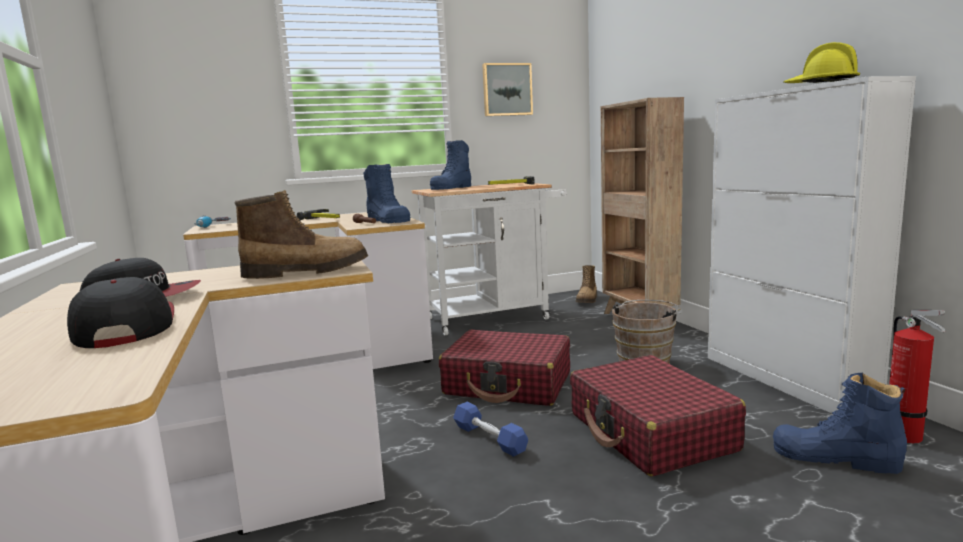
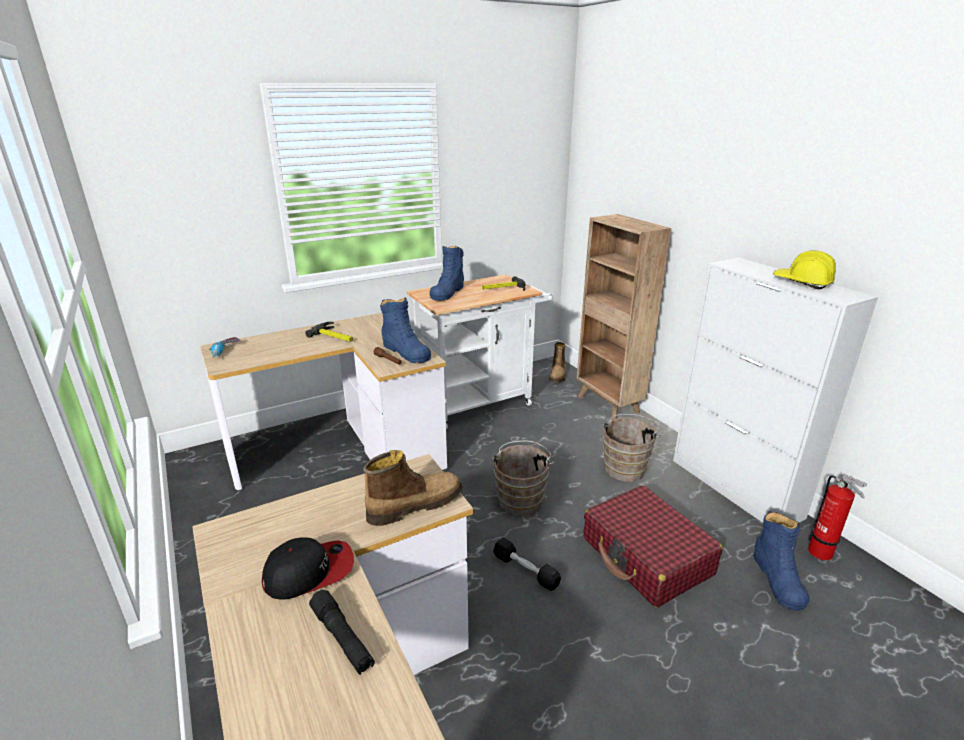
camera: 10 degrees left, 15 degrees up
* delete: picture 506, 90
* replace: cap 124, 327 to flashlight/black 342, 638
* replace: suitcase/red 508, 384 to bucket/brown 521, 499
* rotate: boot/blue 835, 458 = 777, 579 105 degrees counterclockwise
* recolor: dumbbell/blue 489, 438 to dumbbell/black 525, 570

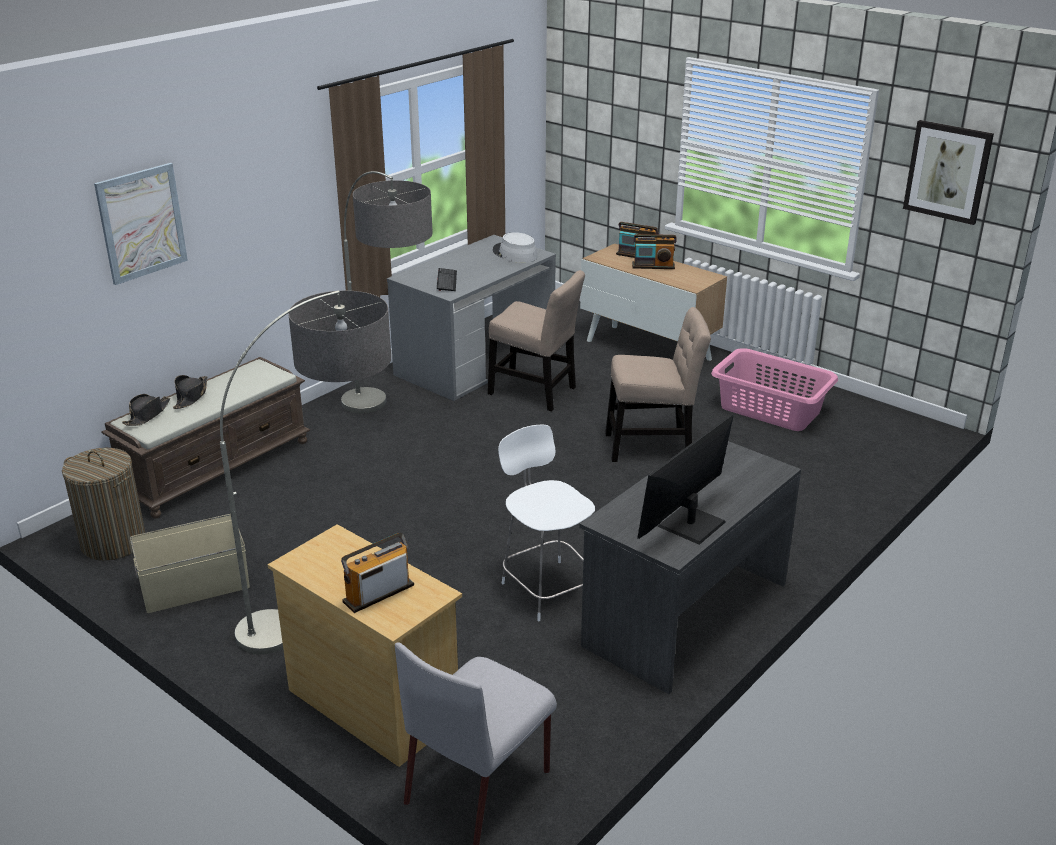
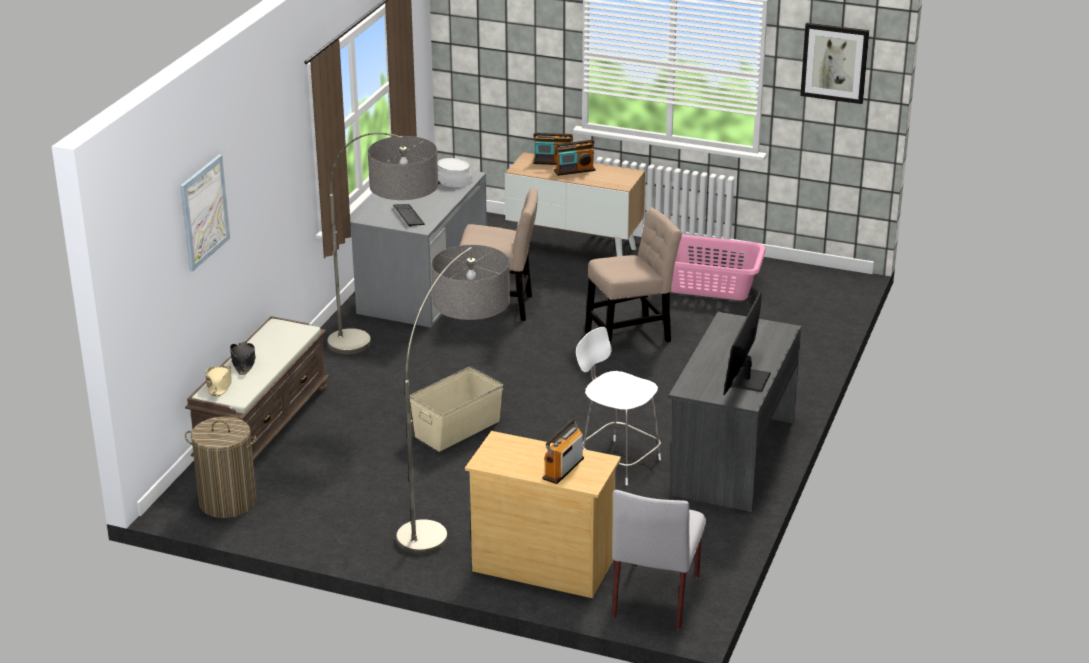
camera: 20 degrees left, 0 degrees up
* recolor: hat/black 147, 415 to hat/beige 220, 384
* move: storage box/beige 194, 586 to 456, 428

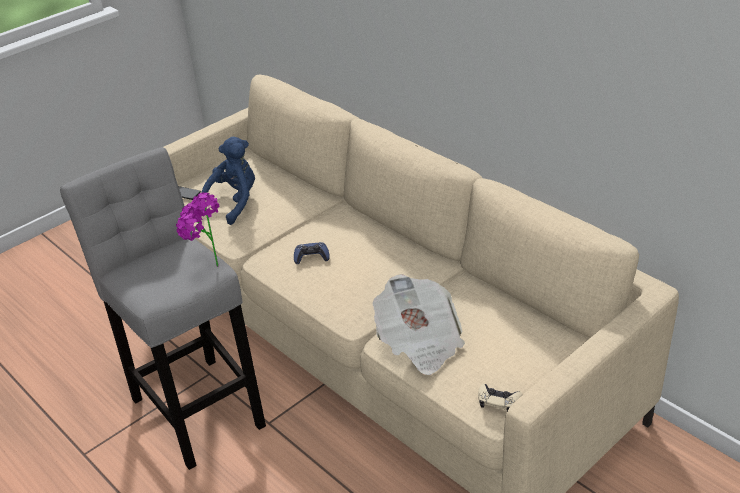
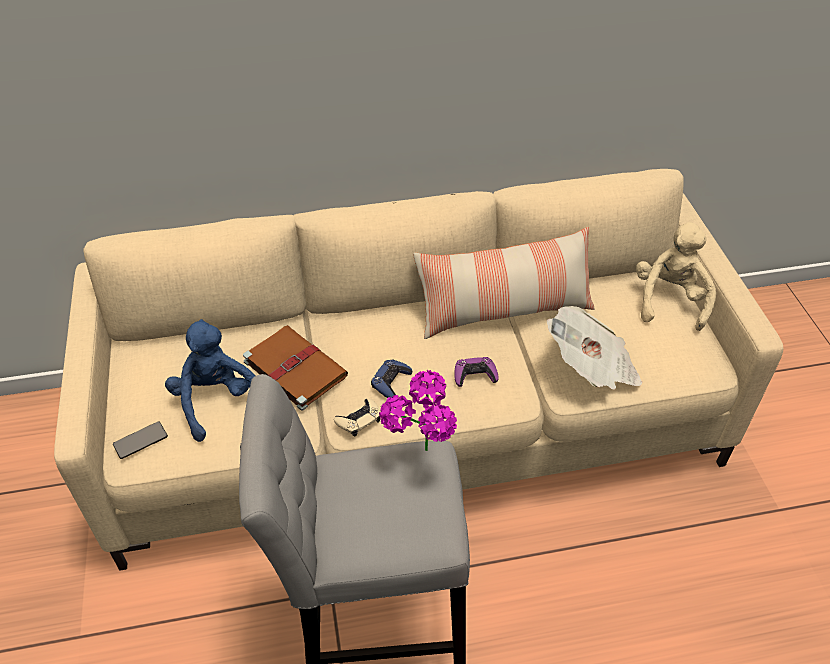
camera: 60 degrees left, 10 degrees up
* move: game controller/beige 498, 401 to 359, 420
* insert: plush toy/beige 669, 300
* insert: pillow 504, 310
* insert: book/brown 293, 368
* insert: game controller/purple 475, 375

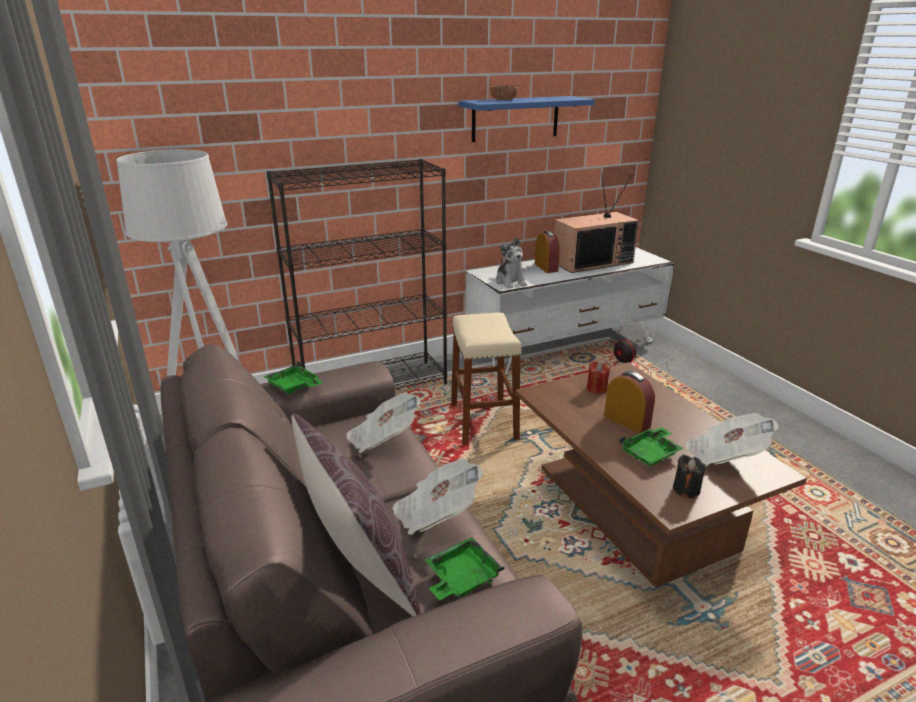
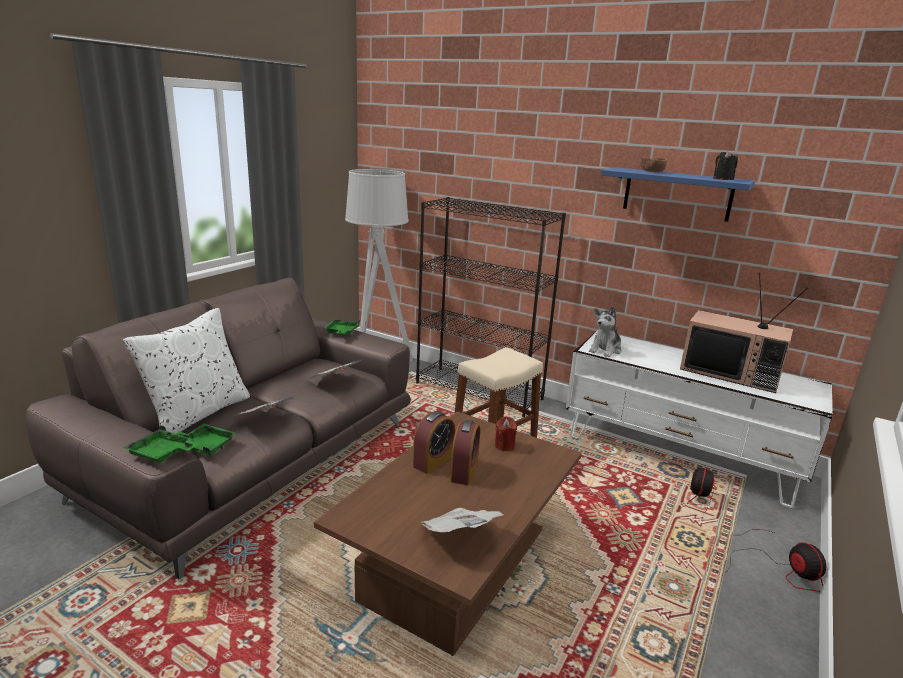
camera: 55 degrees right, 5 degrees down
* move: alarm clock 546, 267 to 433, 461
* recolor: pillow/brown 359, 570 to pillow/white 197, 413
* move: tray/green 650, 453 to 162, 453
* move: candle/black 686, 489 to 722, 179
* insert: fan 779, 573

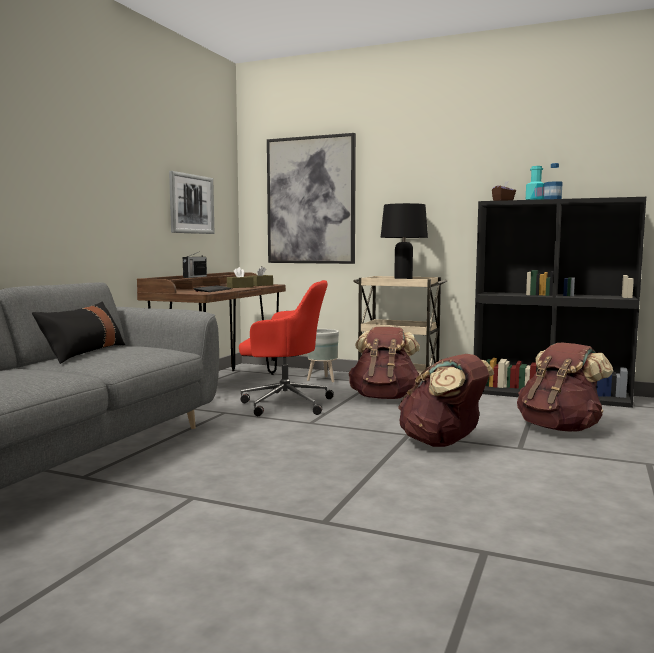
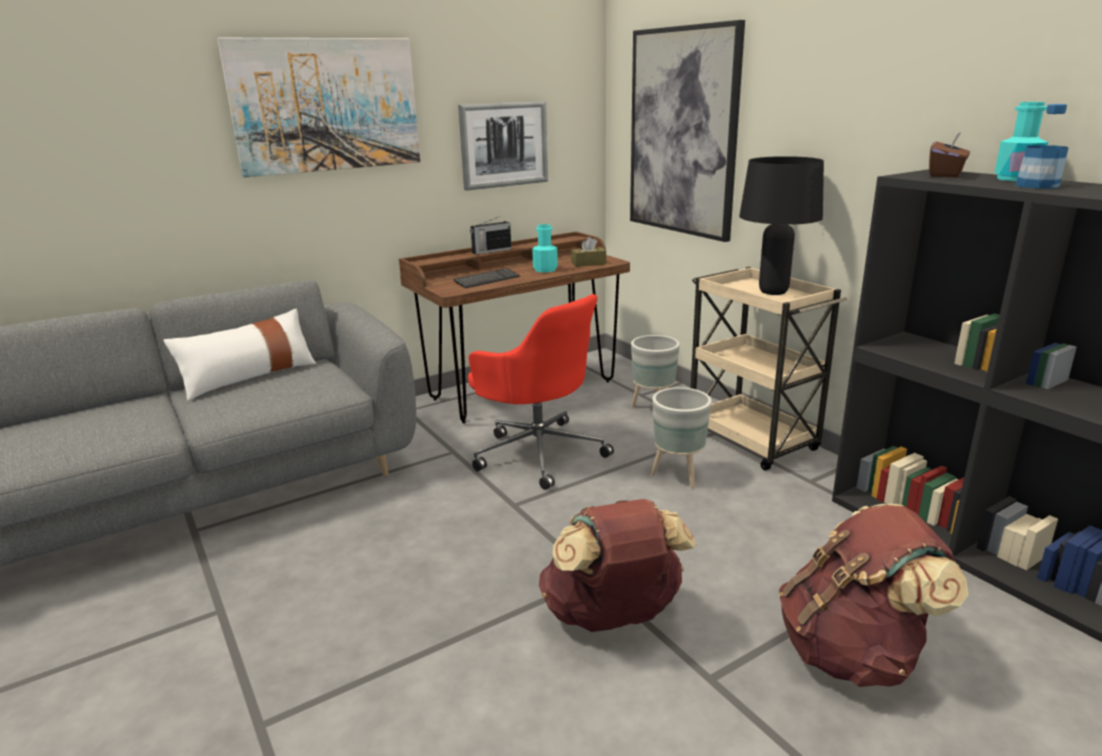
camera: 35 degrees right, 15 degrees up
* replace: tissue box/brown 240, 287 to bottle/turquoise 545, 269
* recolor: pillow/black 84, 353 to pillow/white 250, 377
* replace: backpack/brown 384, 398 to planter/grey 679, 476
* insert: picture 326, 105

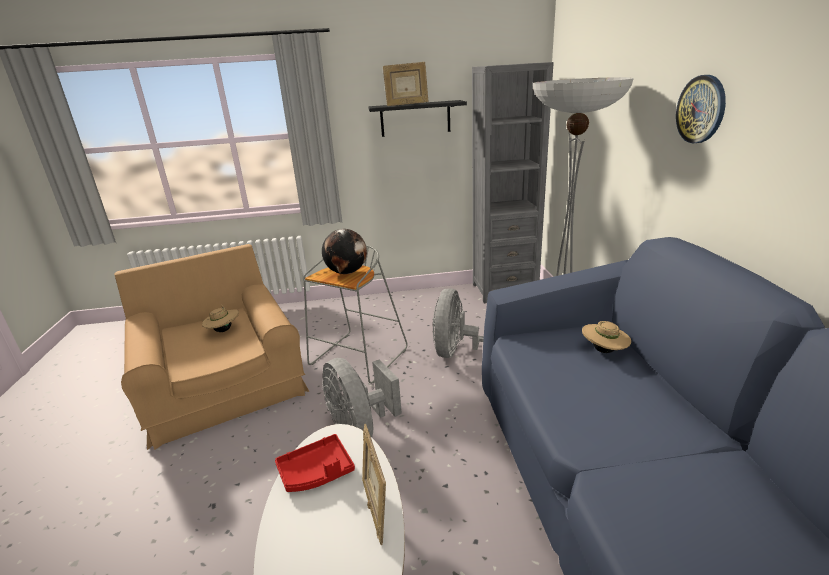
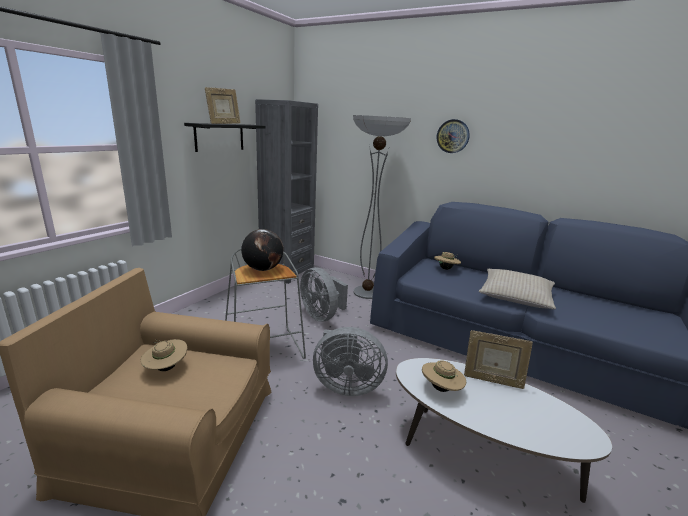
camera: 55 degrees left, 5 degrees down
* replace: tray/red 316, 472 to hat/beige 441, 389
* insert: pillow/beige 515, 296

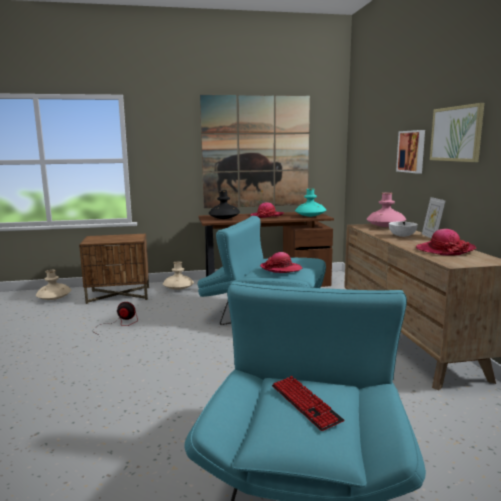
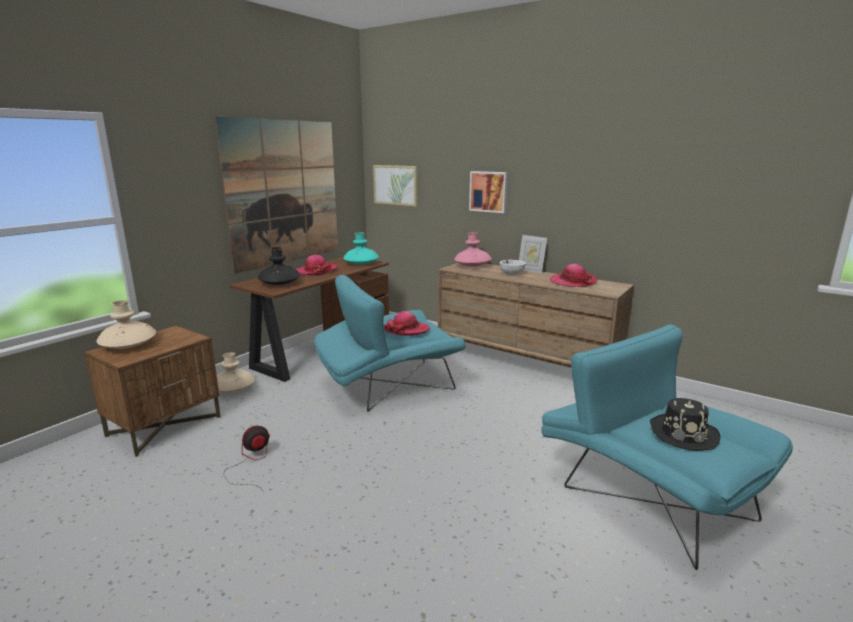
camera: 45 degrees left, 5 degrees up
* move: picture 456, 134 to 396, 185
* move: vase/beige 54, 298 to 128, 345
* replace: keyboard 305, 403 to hat/black 683, 433

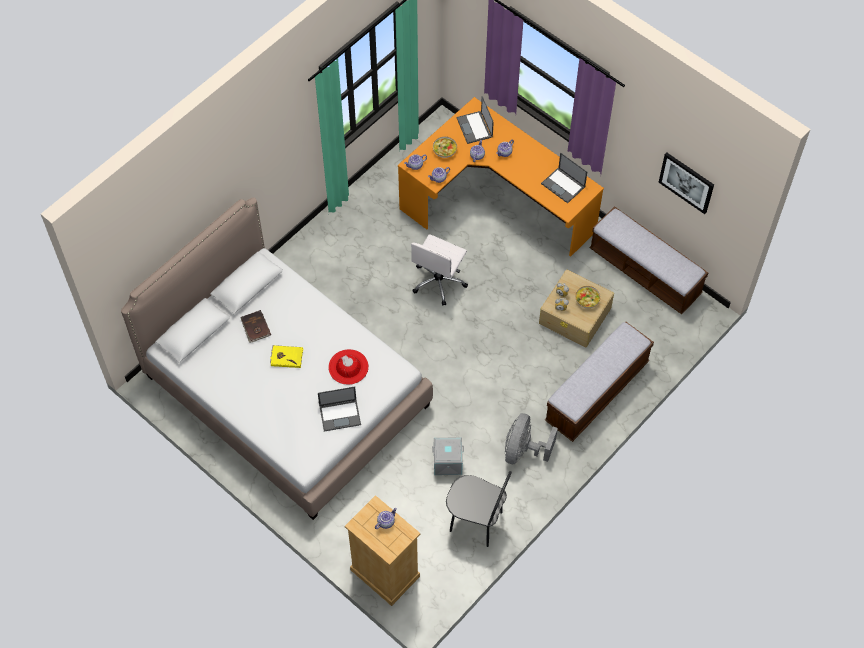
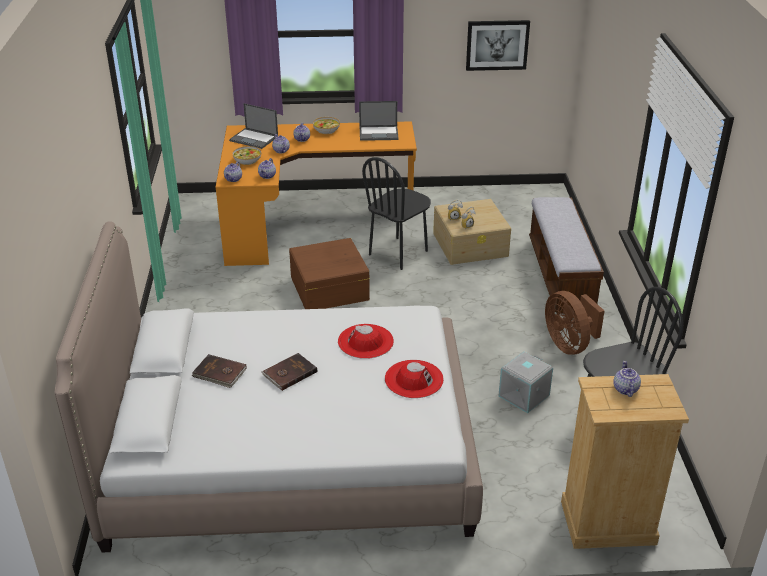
camera: 45 degrees left, 25 degrees down
* delete: bench 645, 272
* replace: office chair/white 439, 282 to storage box/brown 328, 288
* move: bowl 587, 300 to 326, 130
* recolor: book/yellow 286, 357 to book/brown 289, 373
* replace: laptop 340, 415 to hat/red 414, 379
* recolor: fan/grey 523, 450 to fan/brown 569, 344
* insert: chair/black 398, 253

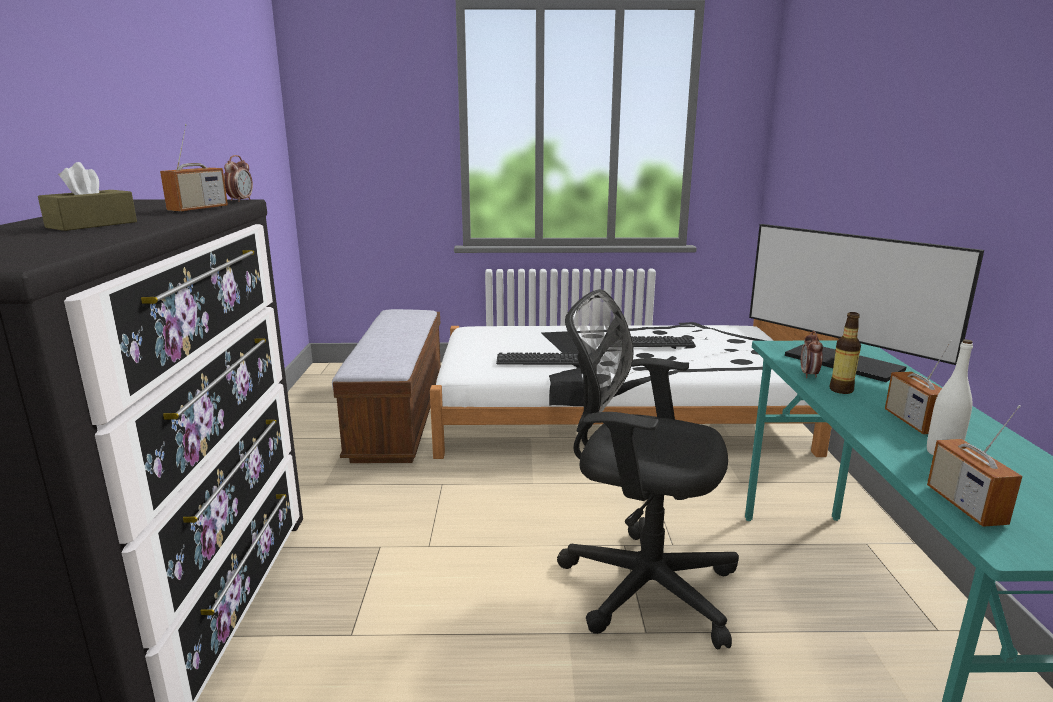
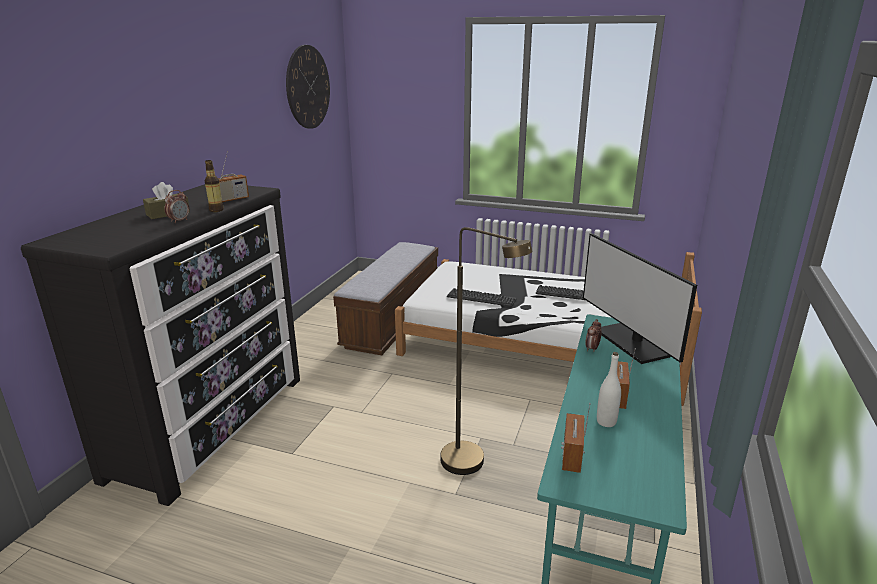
camera: 20 degrees right, 5 degrees up
* move: alarm clock 241, 201 to 179, 221
* replace: office chair/black 640, 584 to floor lamp/brown 473, 465
* move: bottle 841, 390 to 216, 210
* insert: wall clock 308, 87

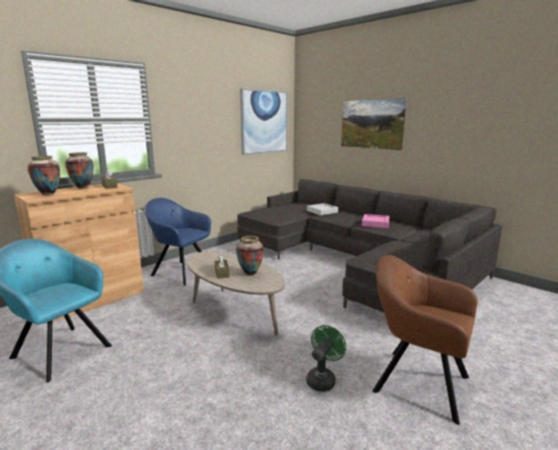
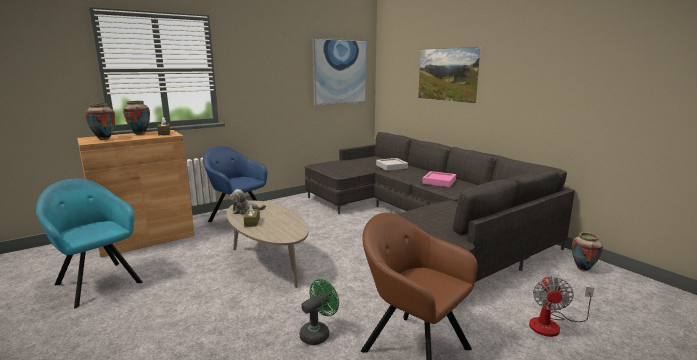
camera: 10 degrees right, 0 degrees up
* move: vase 250, 274 to 582, 269
* insert: plush toy 245, 211
* insert: fan 552, 325

